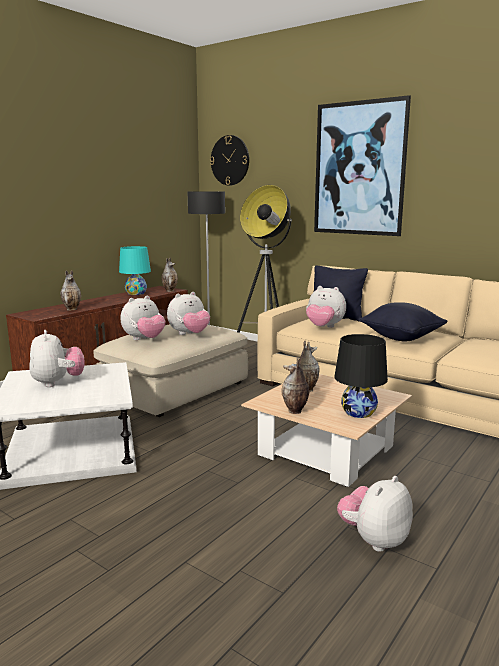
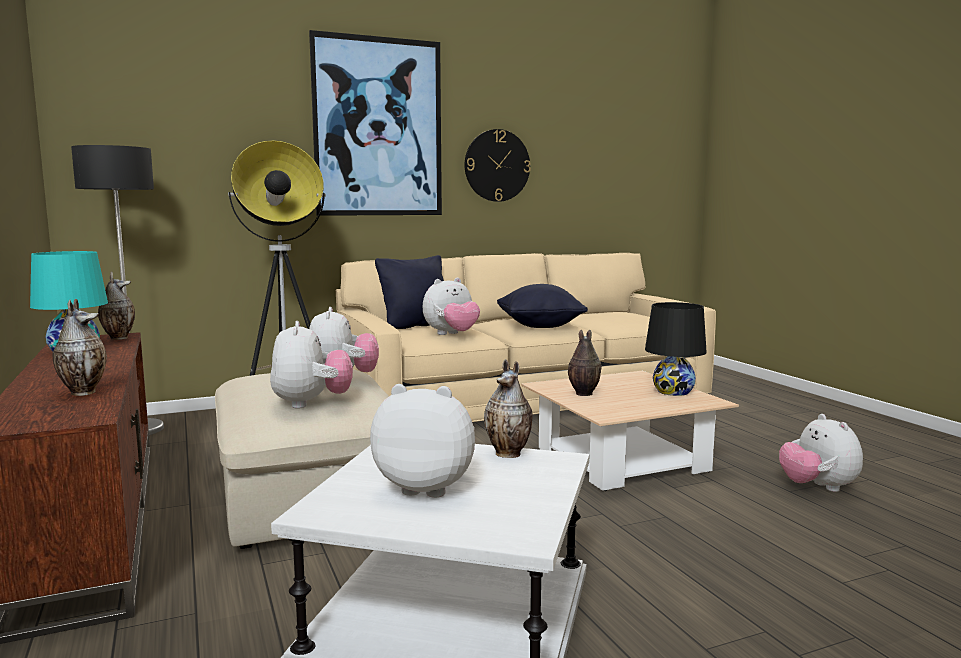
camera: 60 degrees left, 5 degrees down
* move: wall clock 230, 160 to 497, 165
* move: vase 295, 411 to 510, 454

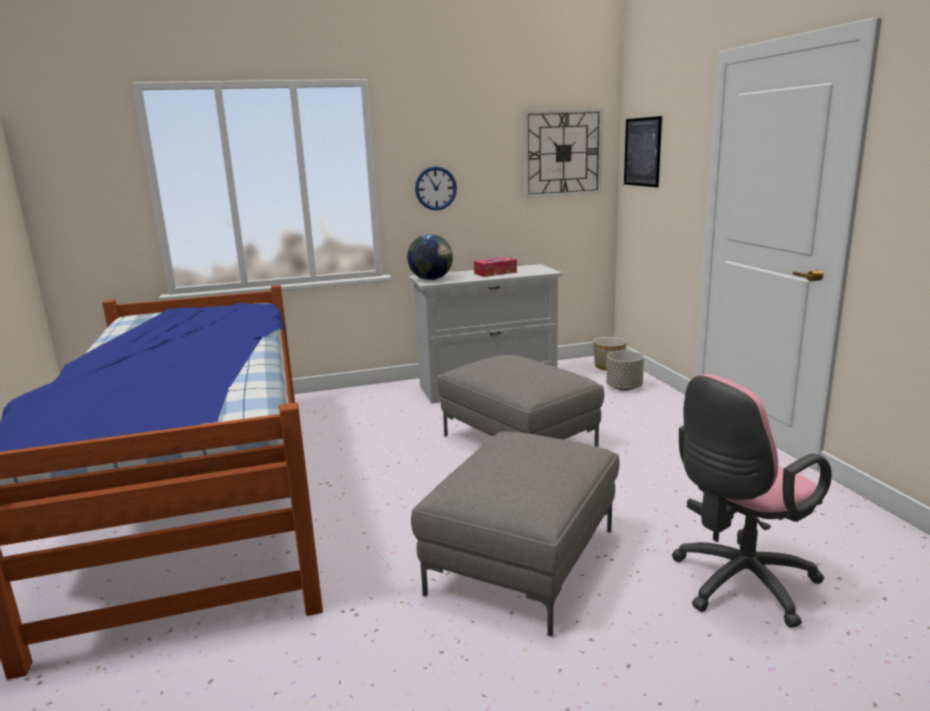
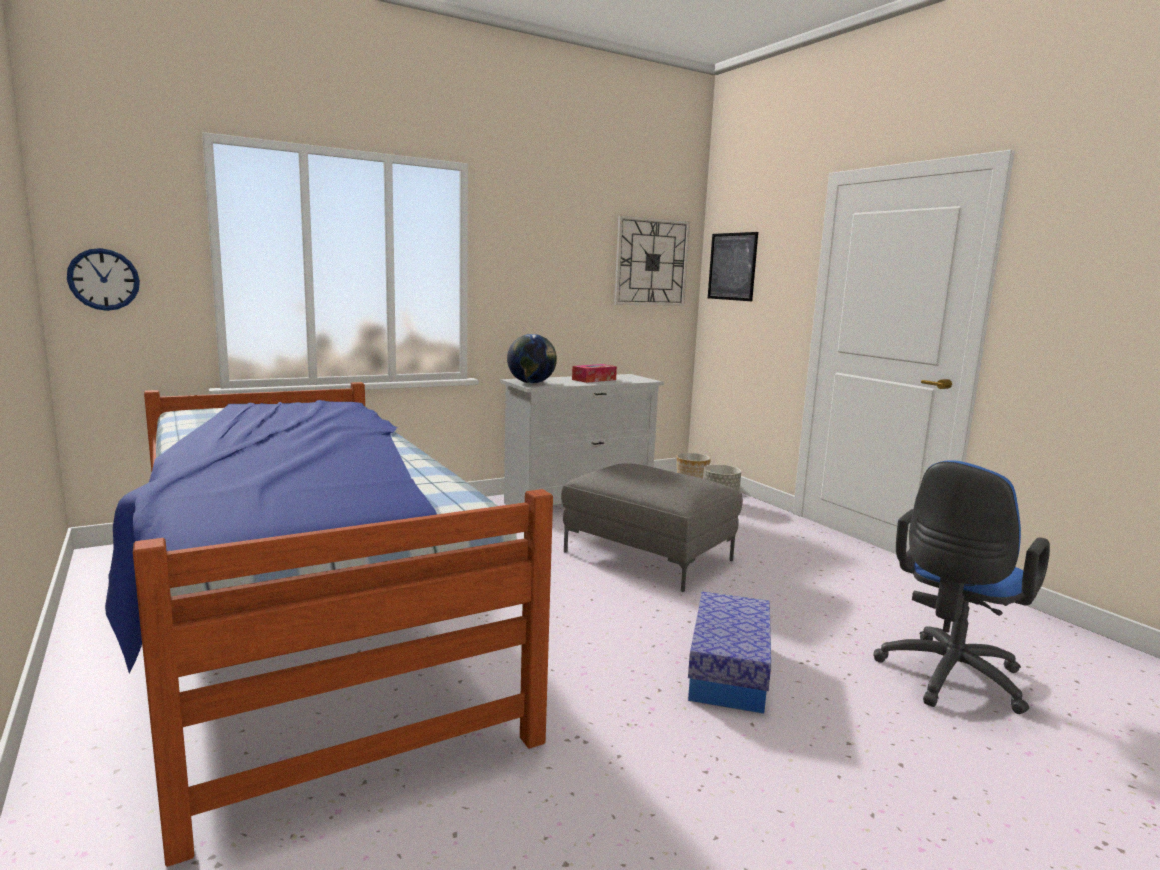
camera: 15 degrees left, 5 degrees down
* move: wall clock 435, 188 to 104, 279
* recolor: office chair/pink 738, 585 to office chair/blue 948, 679
* replace: ottoman/grey 522, 559 to storage box 728, 671

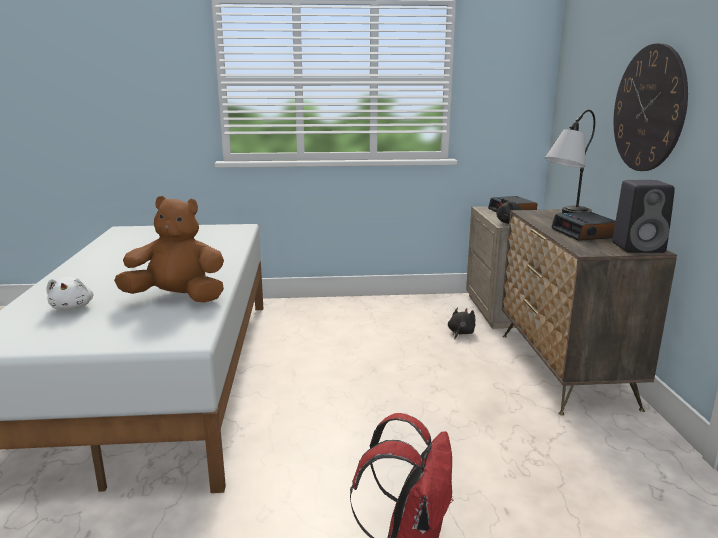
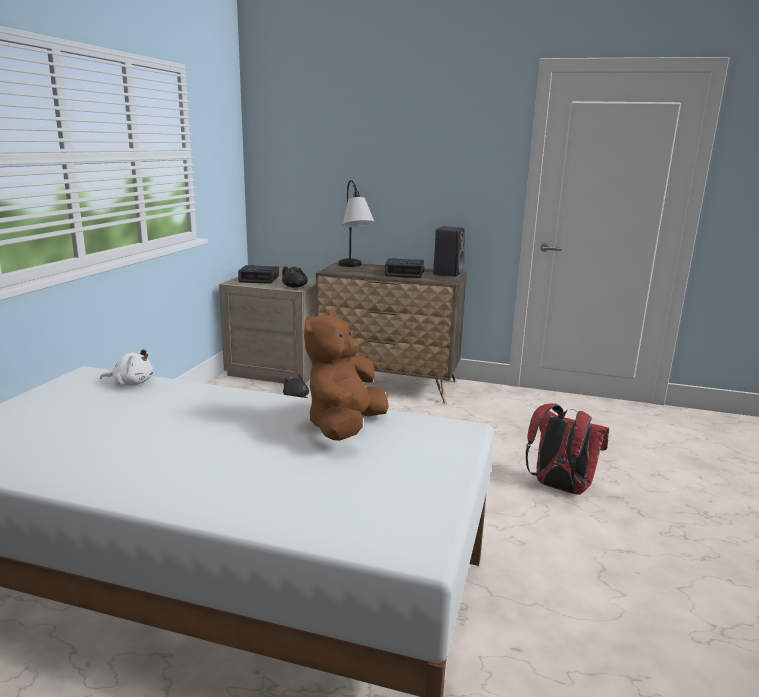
camera: 70 degrees left, 0 degrees up
* delete: wall clock 648, 109
* move: plush toy/white 73, 307 to 131, 383

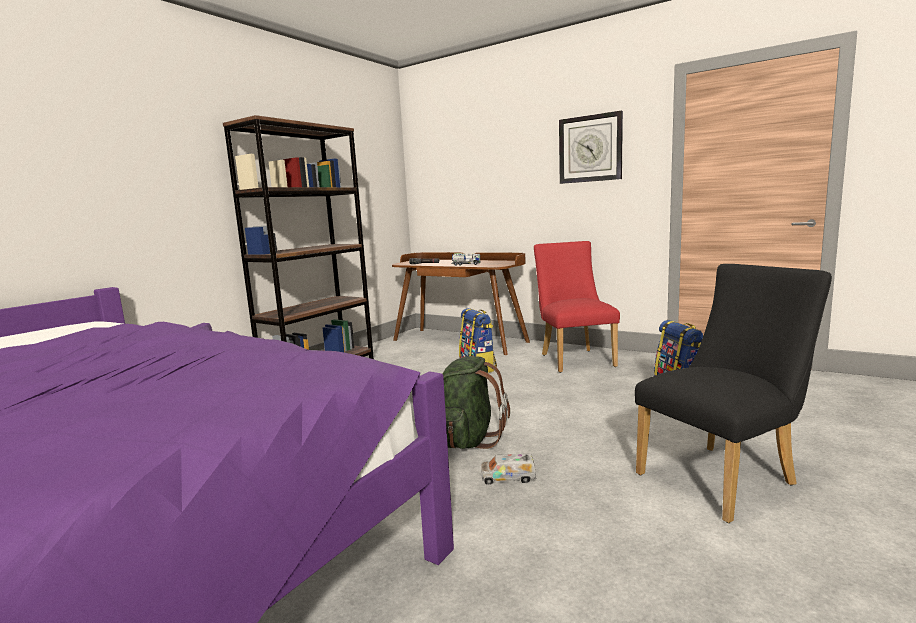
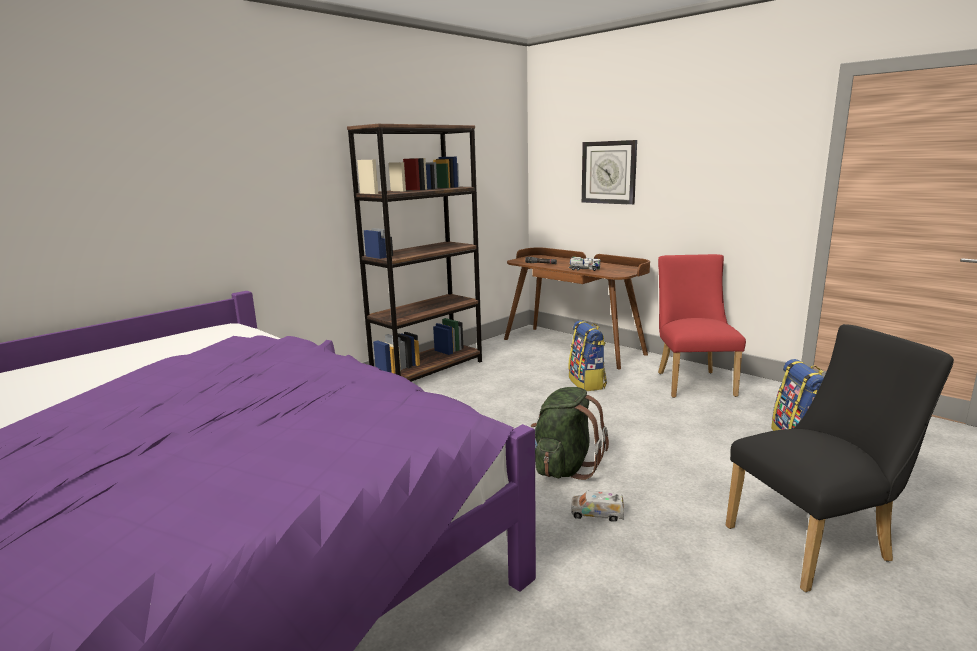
camera: 10 degrees right, 5 degrees up
* move: wall clock 590, 149 to 609, 172

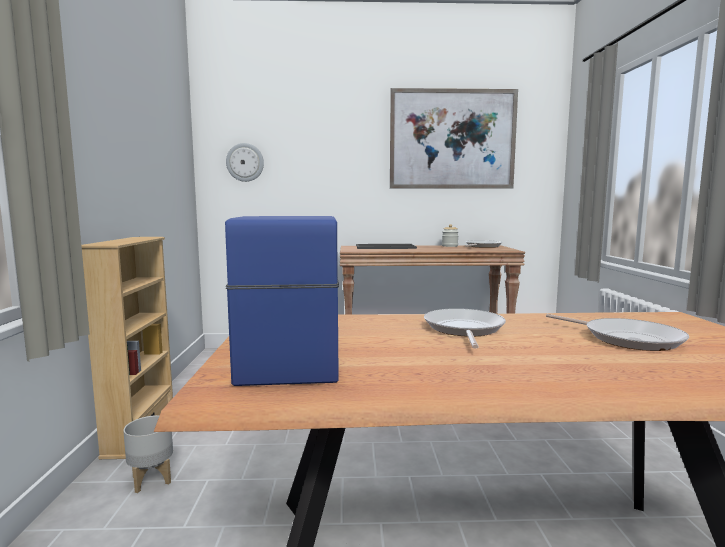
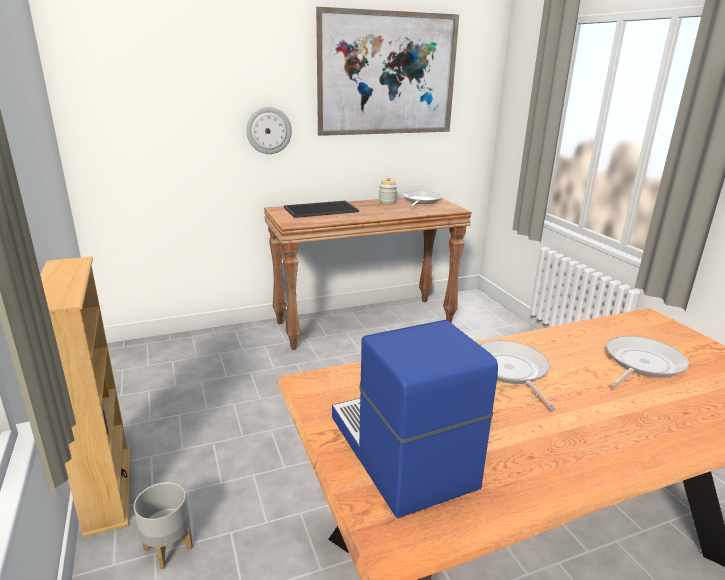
camera: 20 degrees left, 15 degrees up
* move: wall clock 245, 162 to 268, 130
* rotate: frying pan 627, 339 = 641, 364 75 degrees counterclockwise

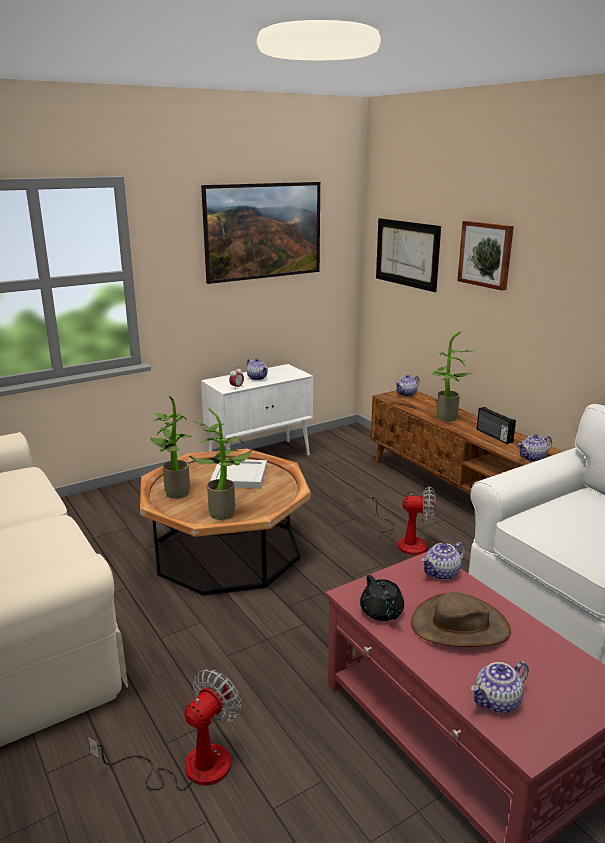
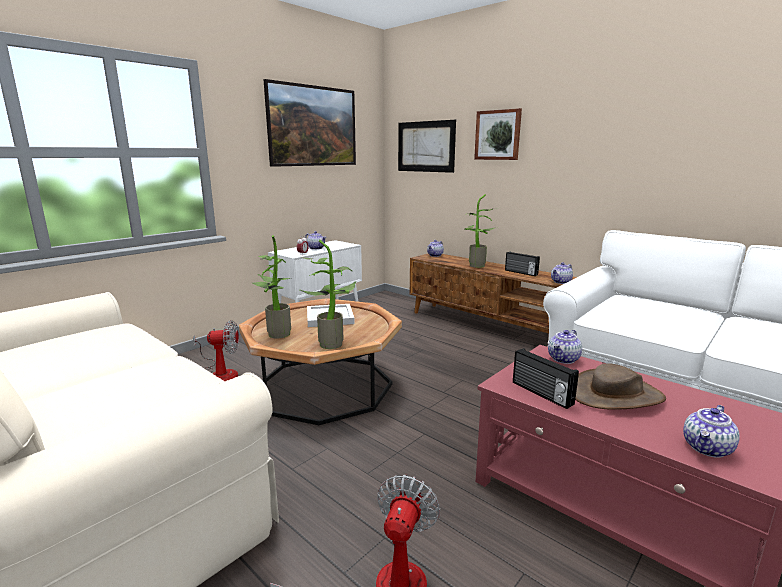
camera: 15 degrees left, 5 degrees down
* move: fan 405, 541 to 219, 373
* replace: teapot/black 382, 612 to radio 541, 393

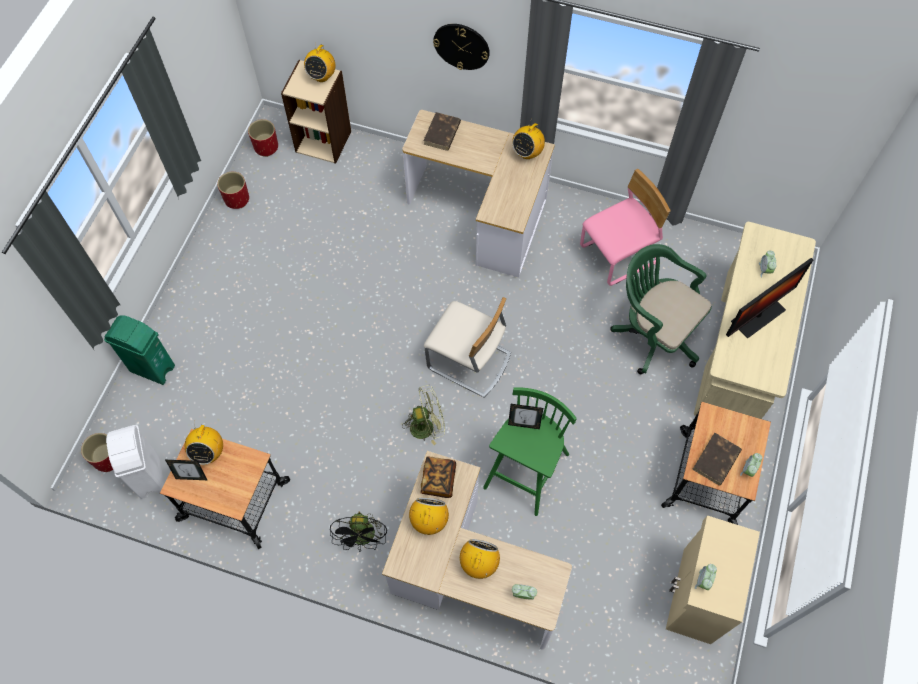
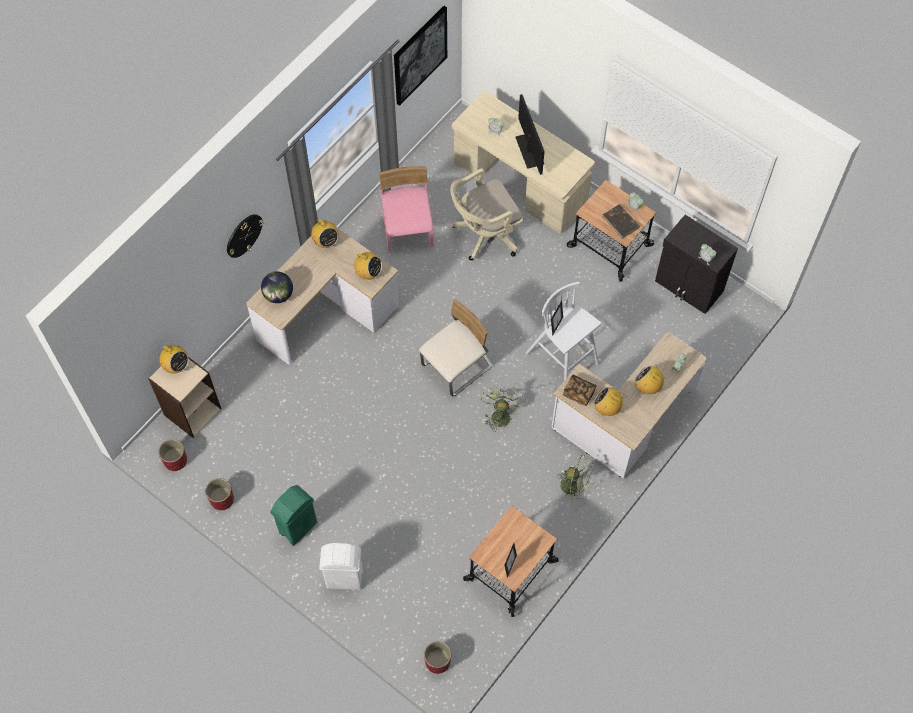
camera: 70 degrees left, 0 degrees up
* replace: book/brown 442, 133 to globe 278, 295
* recolor: office chair/green 652, 334 to office chair/beige 484, 234
* move: trash can/green 152, 368 to 297, 528
* recolor: stool/green 525, 472 to stool/white 563, 359
* move: radio 208, 452 to 368, 273
* move: trash can/white 150, 477 to 345, 579
* recolor: fan/black 363, 539 to fan/green 574, 486
* recolor: cabinet/beige 695, 595 to cabinet/black 688, 287
* insert: picture 419, 55

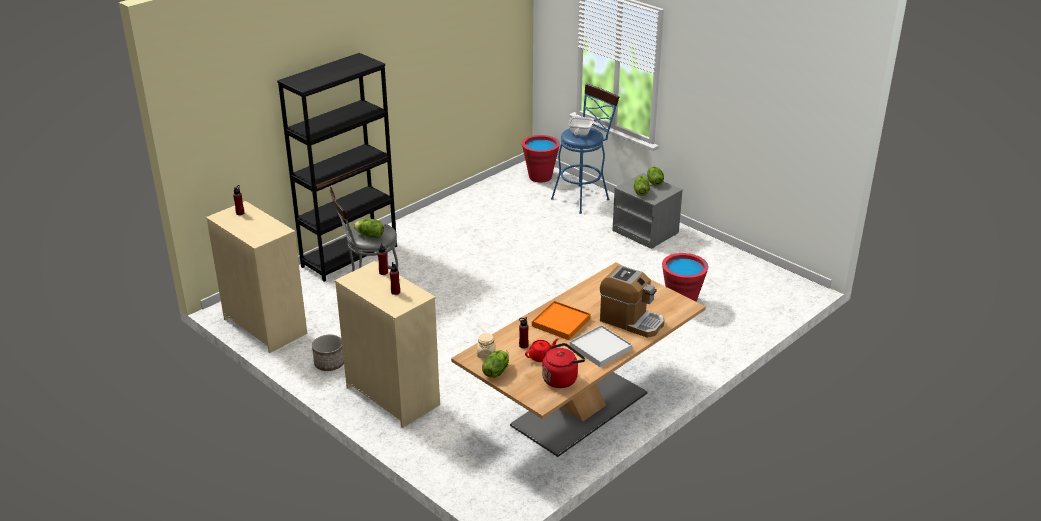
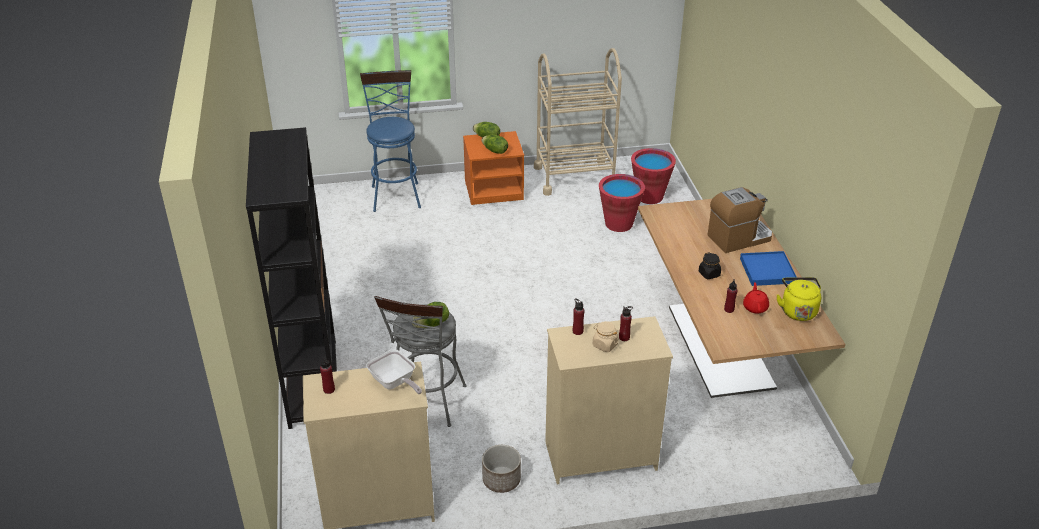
camera: 55 degrees left, 5 degrees up
* move: frying pan 579, 134 to 395, 383
* move: bucket/red 540, 177 to 649, 196
* recolor: nightstand/grey 646, 232 to nightstand/orange 494, 190
* replace: tray/orange 561, 322 to jar/black 709, 274
* recolor: tray/white 600, 348 to tray/blue 767, 270
* move: jar/beige 486, 354 to 604, 345
* recolor: kettle/red 561, 378 to kettle/yellow 797, 310
* delete: lettuce 496, 371
* insert: cart/beige 574, 177

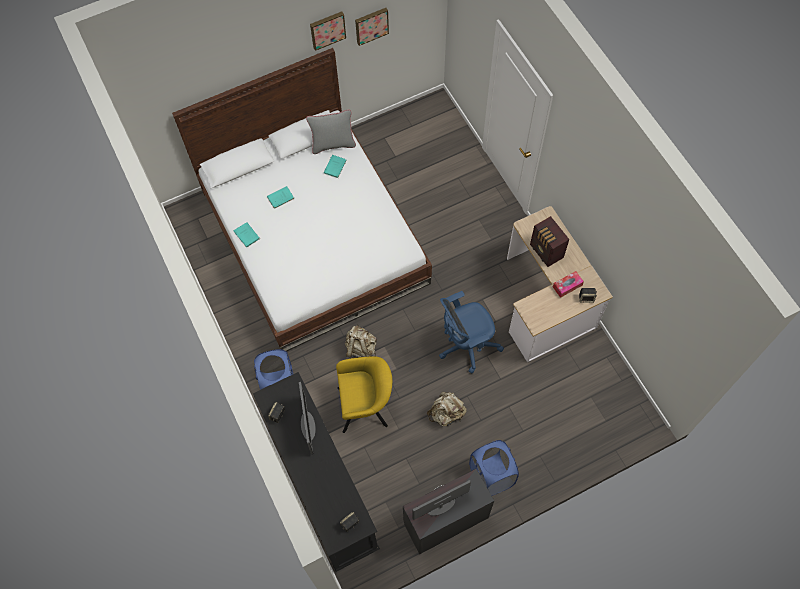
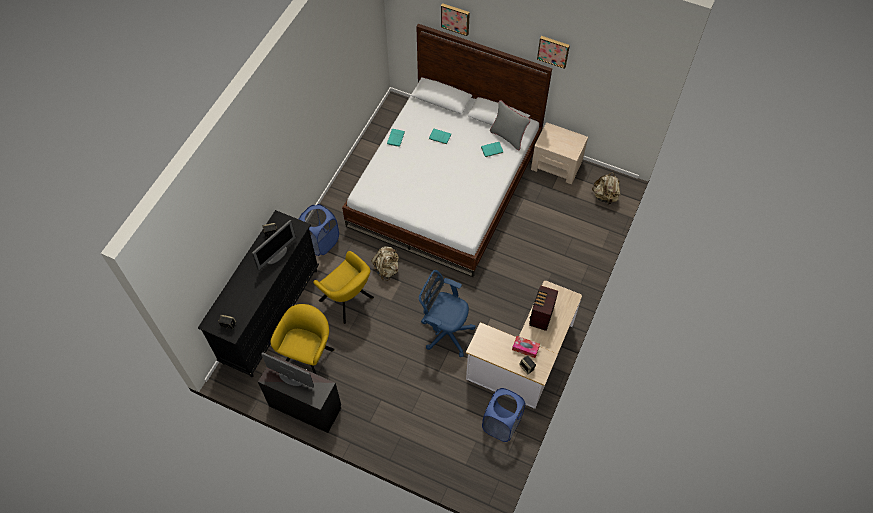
camera: 50 degrees right, 5 degrees down
* move: picture 371, 25 to 455, 18
* move: backpack/beige 446, 414 to 605, 196
* move: laundry basket/blue 491, 476 to 501, 424
* insert: nightstand/beige 557, 165
* insert: armchair/yellow 309, 356

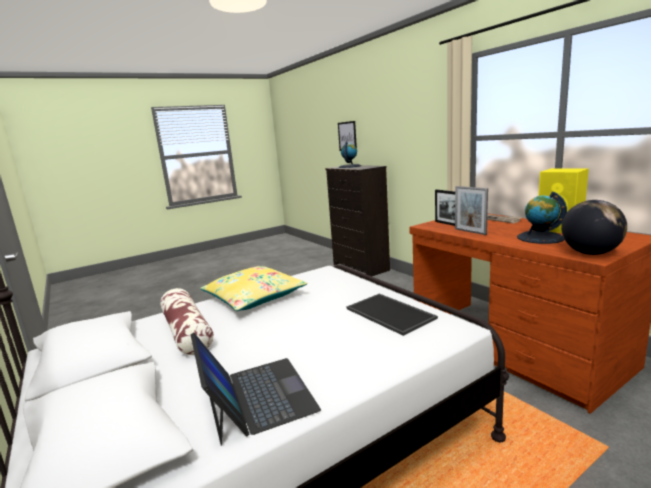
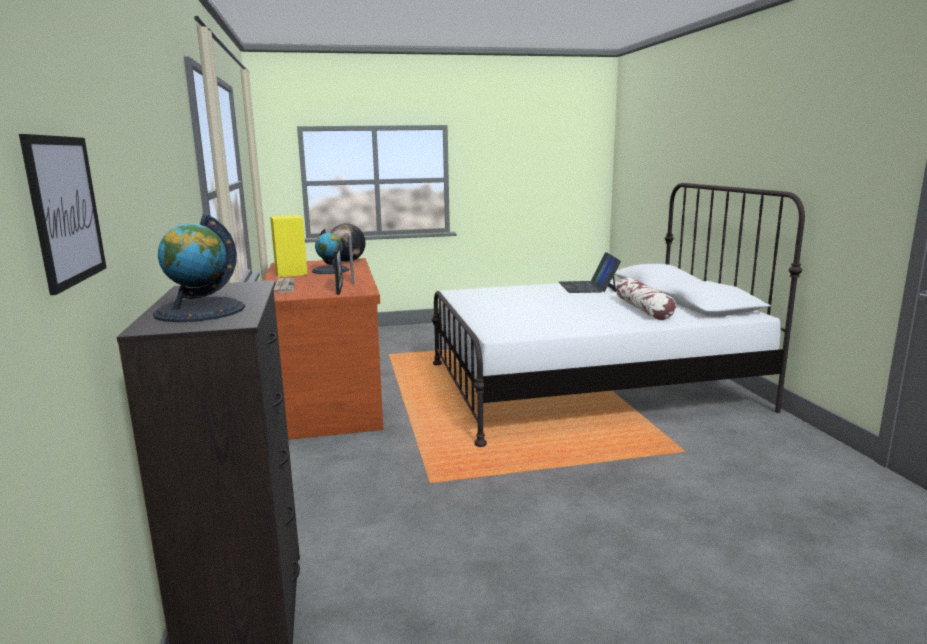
camera: 160 degrees left, 0 degrees up
* delete: pillow/yellow 254, 297
* delete: tray 391, 313

